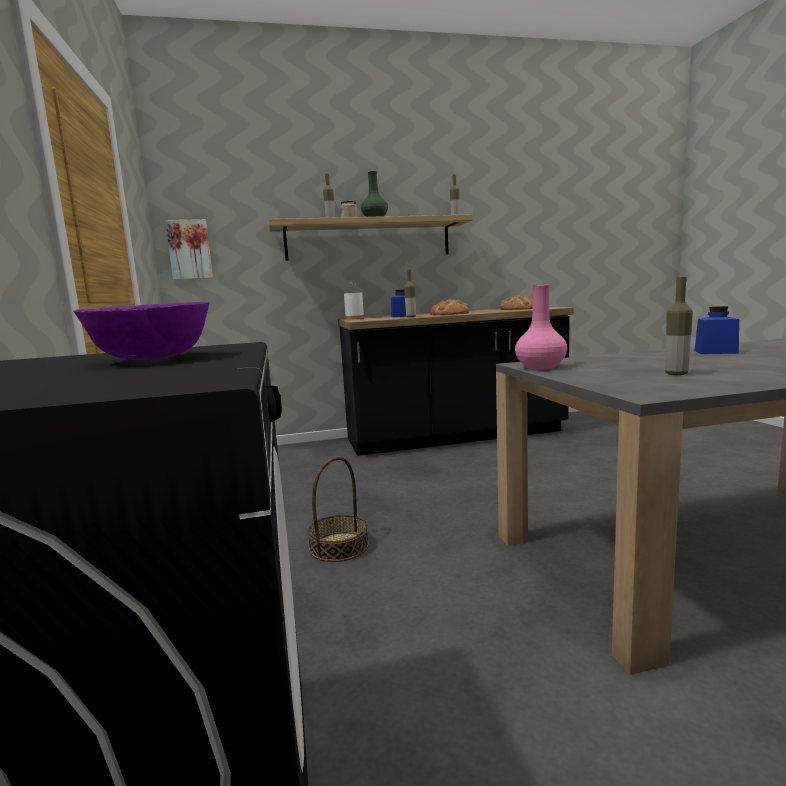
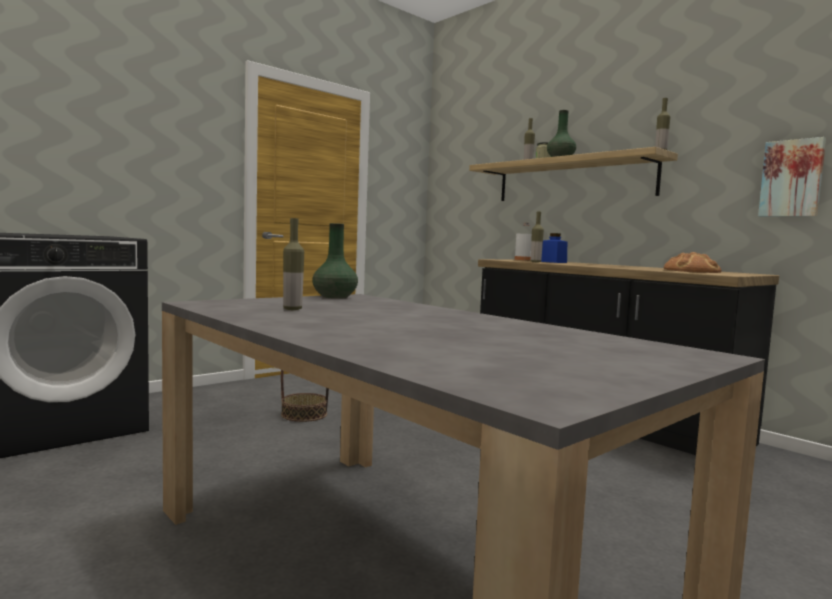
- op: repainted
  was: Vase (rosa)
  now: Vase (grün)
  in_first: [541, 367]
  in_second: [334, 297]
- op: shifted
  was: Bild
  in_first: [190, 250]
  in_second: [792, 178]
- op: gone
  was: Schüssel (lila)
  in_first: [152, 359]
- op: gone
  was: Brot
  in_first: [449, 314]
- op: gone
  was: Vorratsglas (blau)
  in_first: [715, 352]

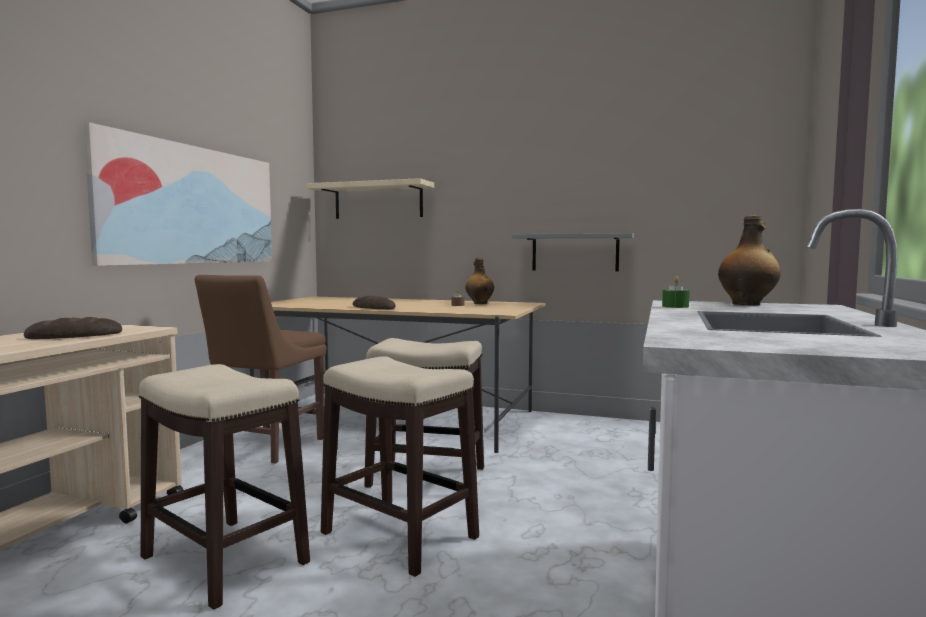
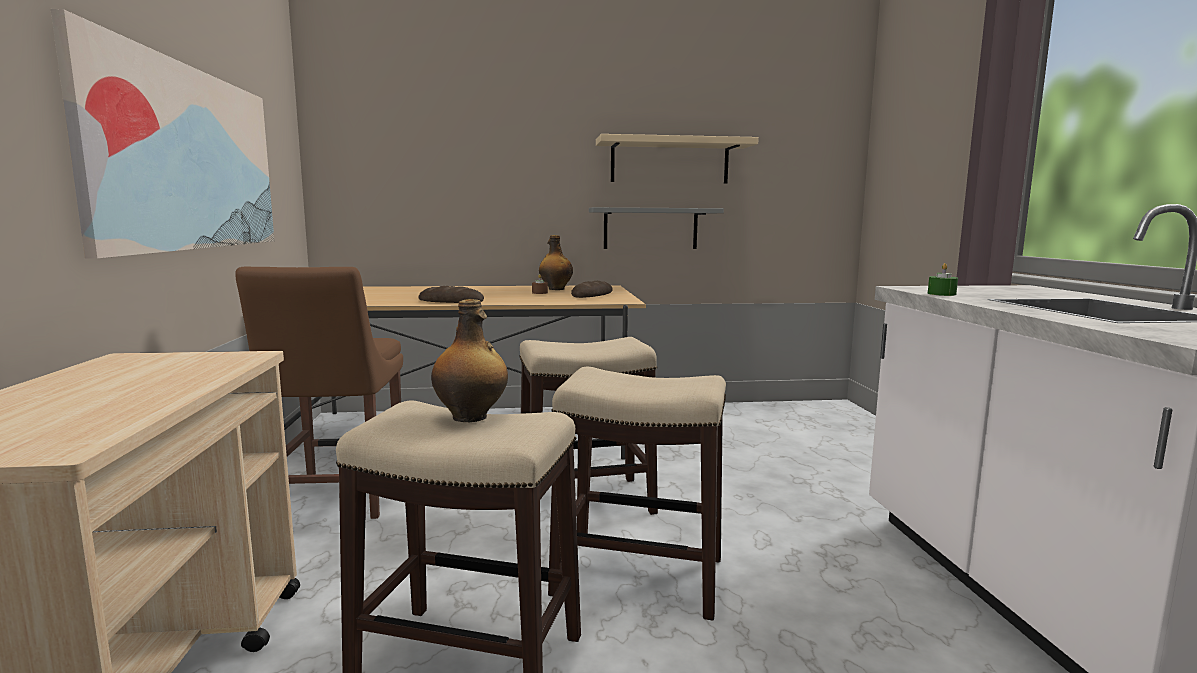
- op: shifted
  was: Flasche
  in_first: [747, 304]
  in_second: [471, 417]
- op: shifted
  was: Brot
  in_first: [75, 336]
  in_second: [592, 295]
- op: shifted
  was: Wandregal (beige)
  in_first: [378, 201]
  in_second: [669, 161]

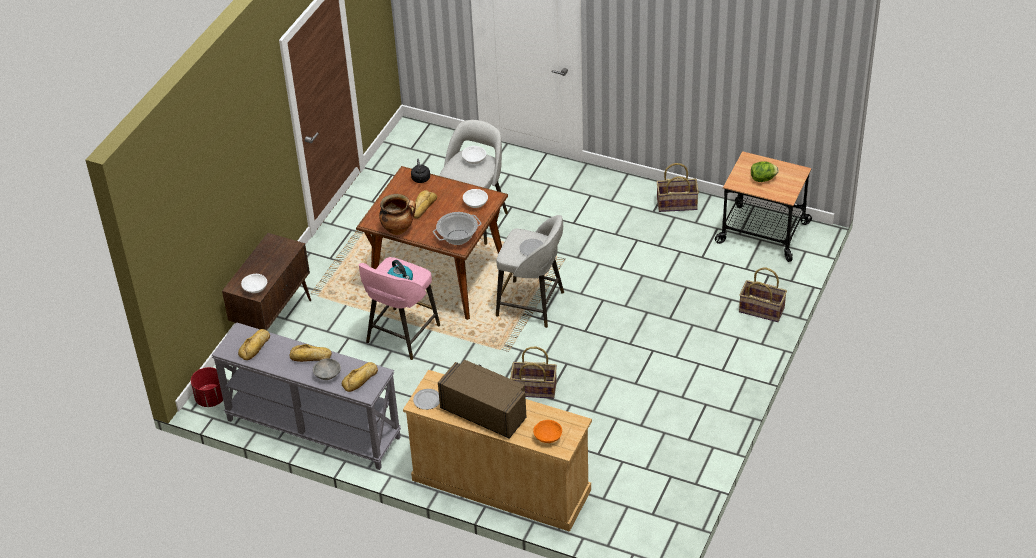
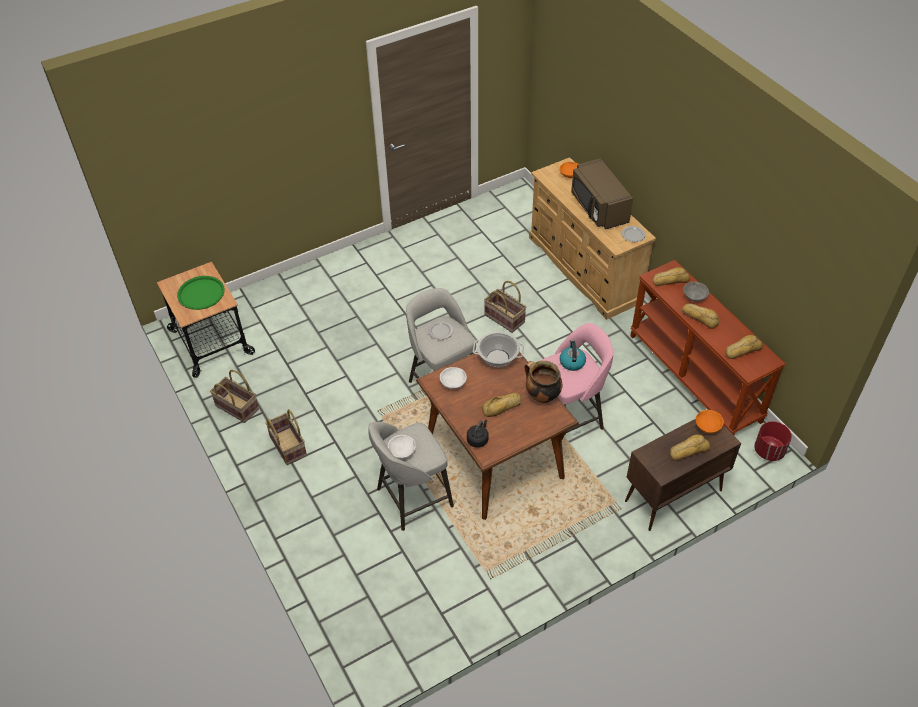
- op: swapped
  was: Salatkopf
  now: Tablett (grün)
  in_first: [763, 179]
  in_second: [201, 293]
- op: shifted
  was: Korb
  in_first: [762, 309]
  in_second: [287, 446]
- op: repainted
  was: Konsolentisch (grau)
  now: Konsolentisch (braun)
  in_first: [312, 429]
  in_second: [695, 377]
- op: new
  now: Brot
  in_second: [688, 450]
- op: repainted
  was: Schüssel (weiß)
  now: Schüssel (orange)
  in_first: [255, 289]
  in_second: [708, 426]

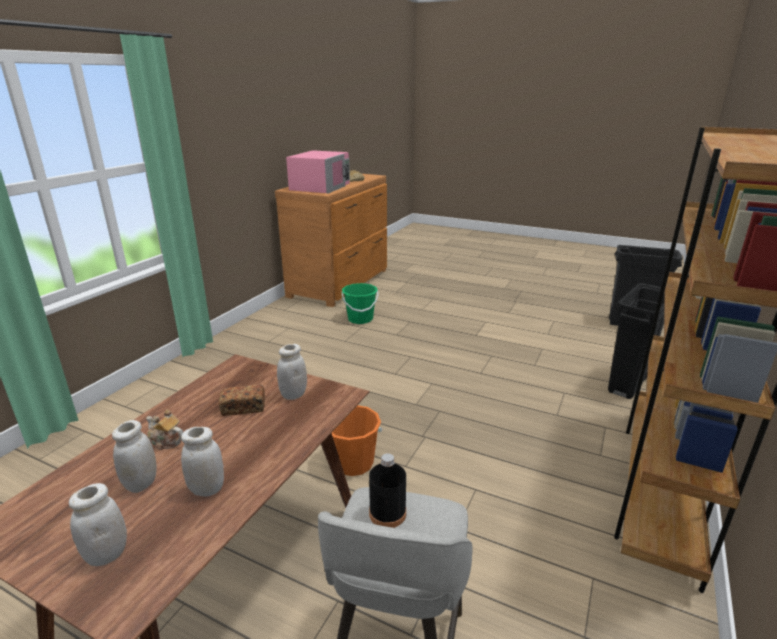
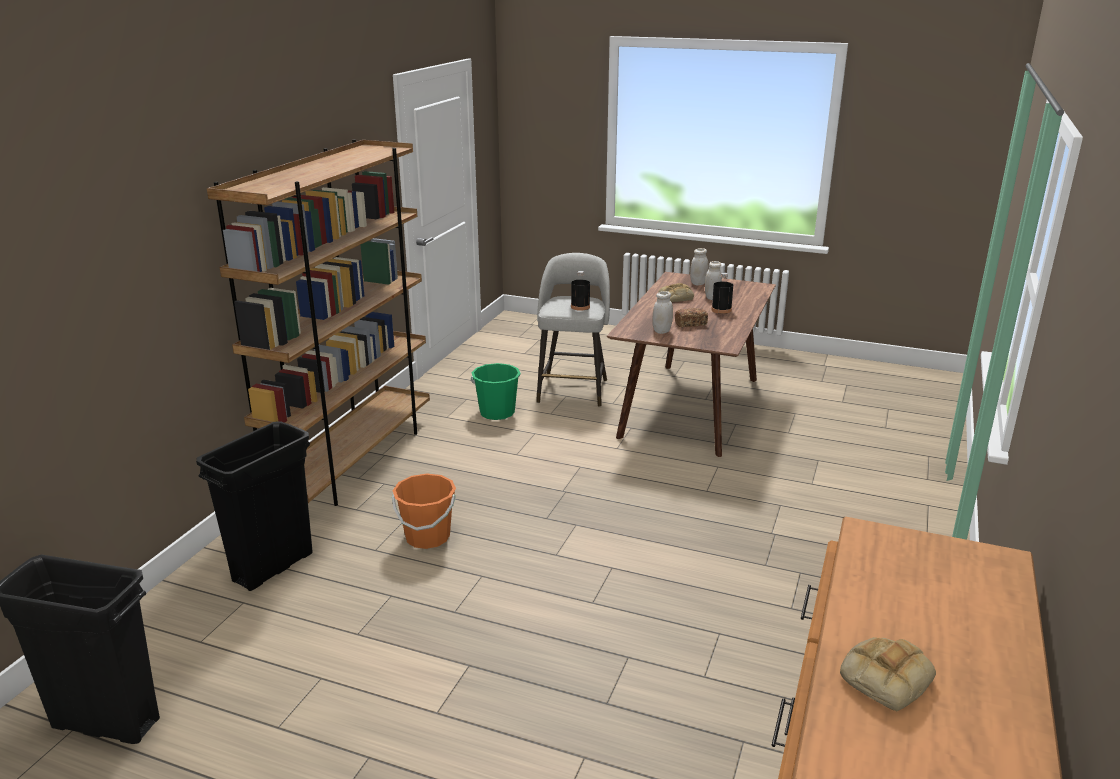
- op: shifted
  was: Eimer (orange)
  in_first: [353, 463]
  in_second: [427, 537]
- op: shifted
  was: Eimer (grün)
  in_first: [360, 319]
  in_second: [497, 413]
- op: swapped
  was: Vorratsglas (weiß)
  now: Brot
  in_first: [207, 489]
  in_second: [675, 297]
- op: swapped
  was: Teekanne
  now: Flasche (schwarz)
  in_first: [166, 441]
  in_second: [721, 310]
- op: gone
  was: Mikrowelle (rosa)
  in_first: [321, 186]

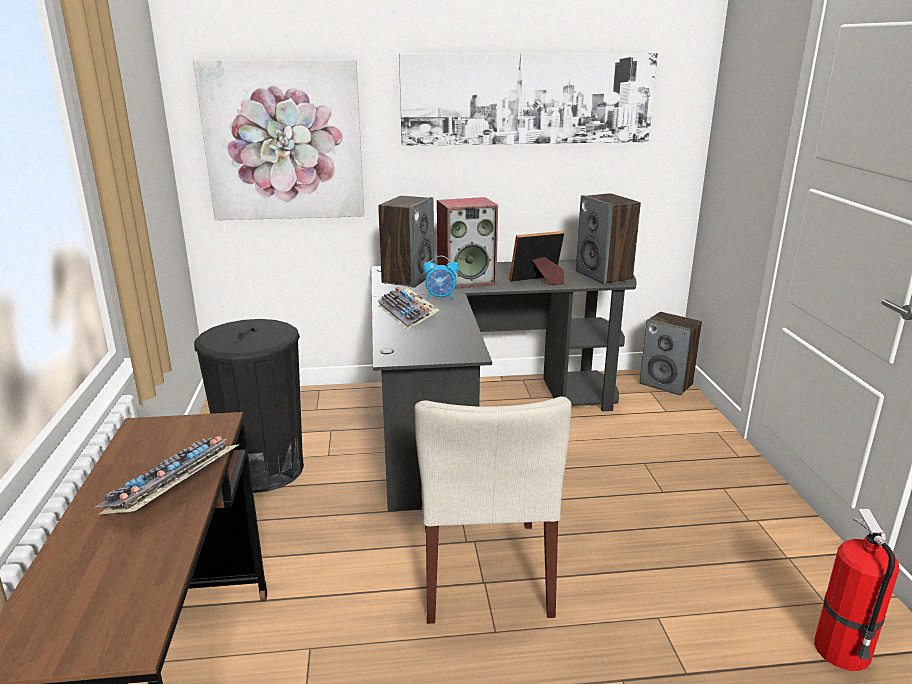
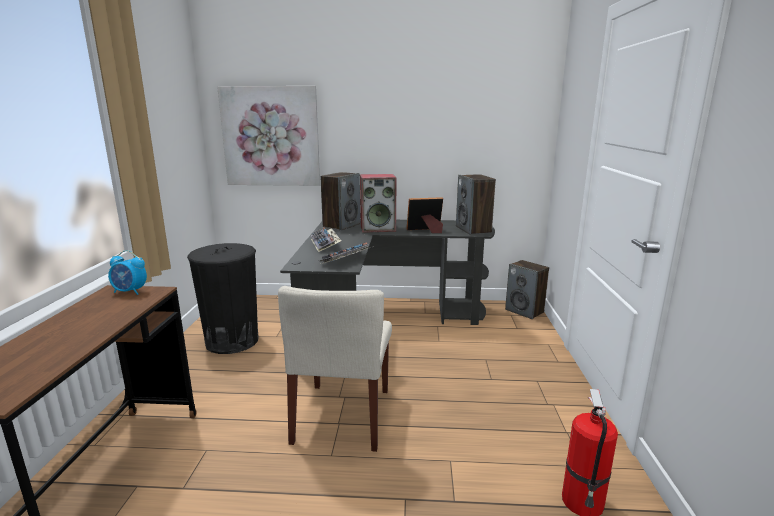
- op: shifted
  was: Wecker
  in_first: [441, 298]
  in_second: [130, 292]
- op: shifted
  was: Tastatur
  in_first: [173, 489]
  in_second: [347, 260]
- op: gone
  was: Bild
  in_first: [528, 99]

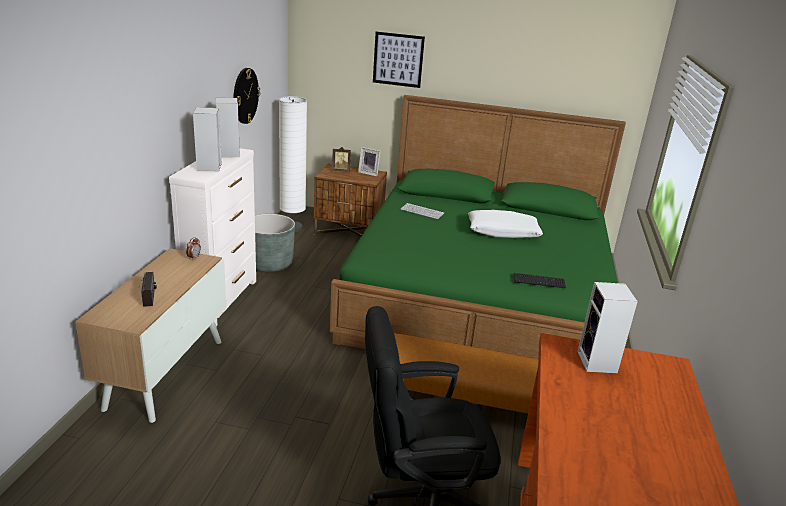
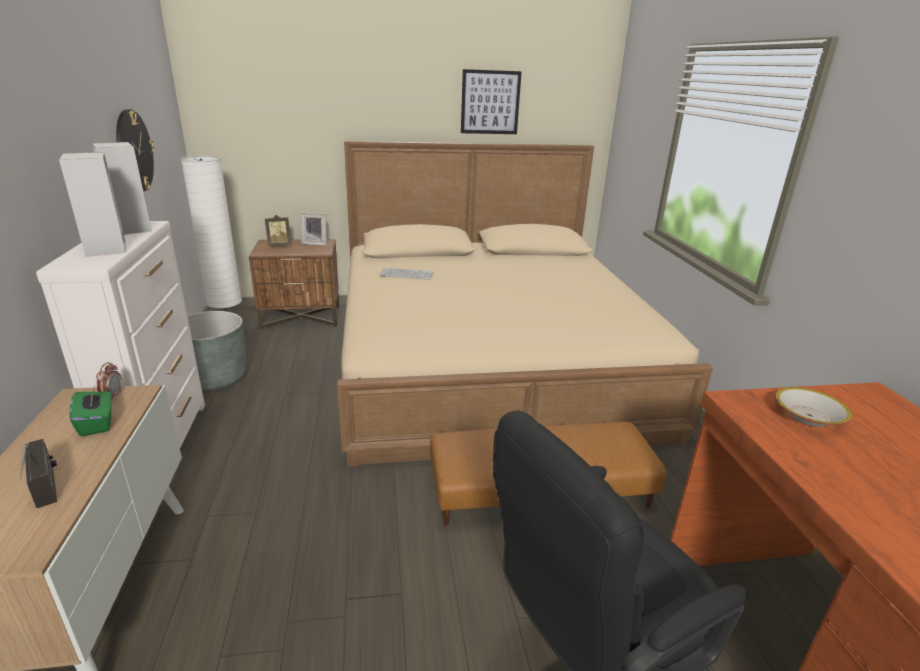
- op: new
  now: Taschentuchbox (grün)
  in_second: [97, 423]
- op: repainted
  was: Bett (grün)
  now: Bett (beige)
  in_first: [480, 295]
  in_second: [488, 361]
- op: shifted
  was: Bild
  in_first: [398, 59]
  in_second: [490, 102]
- op: swapped
  was: Lautsprecher
  now: Schüssel
  in_first: [598, 363]
  in_second: [809, 416]
- op: gone
  was: Kissen (weiß)
  in_first: [503, 232]
- op: gone
  was: Tastatur
  in_first: [539, 281]

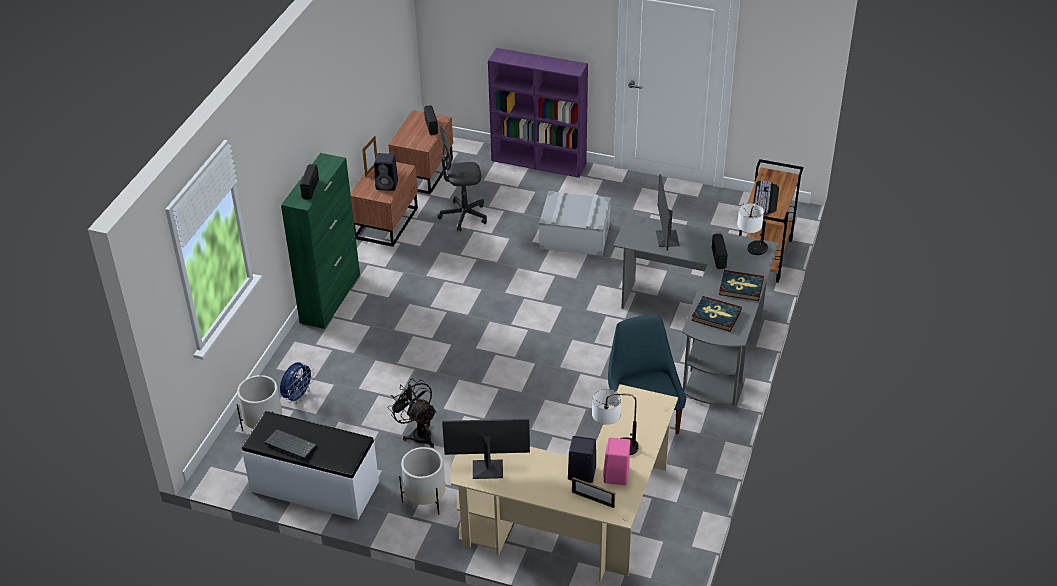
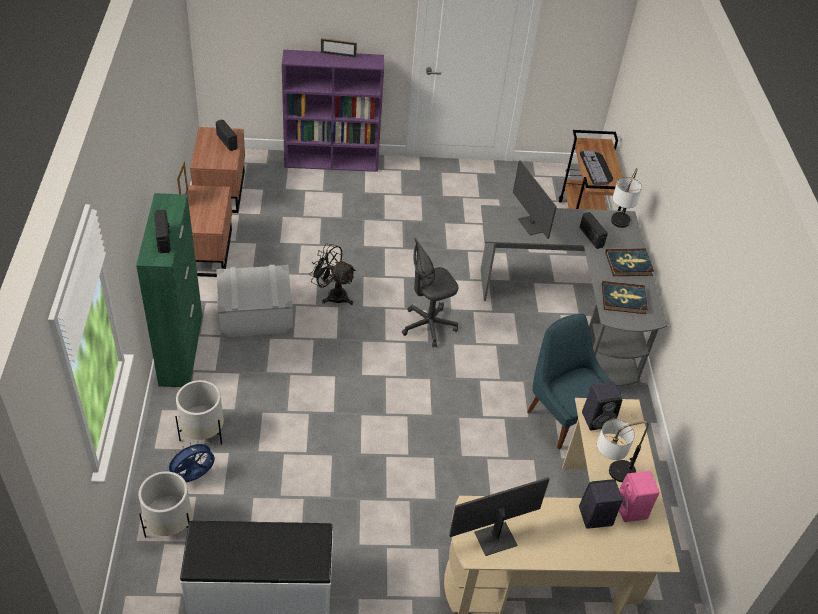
- op: rotated
  was: Ventilator (blau)
  in_first: [298, 396]
  in_second: [194, 477]
  clockwise: -135
- op: shifted
  was: Pflanzkübel (weiß)
  in_first: [425, 500]
  in_second: [203, 432]
- op: shifted
  was: Aufbewahrungsbox (grau)
  in_first: [574, 236]
  in_second: [255, 314]
- op: shifted
  was: Ventilator (schwarz)
  in_first: [418, 433]
  in_second: [333, 295]
- op: shifted
  was: Bilderrahmen
  in_first: [593, 499]
  in_second: [338, 55]
- op: shifted
  was: Bürostuhl (grau)
  in_first: [463, 216]
  in_second: [428, 326]
- op: shifted
  was: Lautsprecher (schwarz)
  in_first: [387, 185]
  in_second: [598, 419]
- op: gone
  was: Tastatur
  in_first: [289, 445]

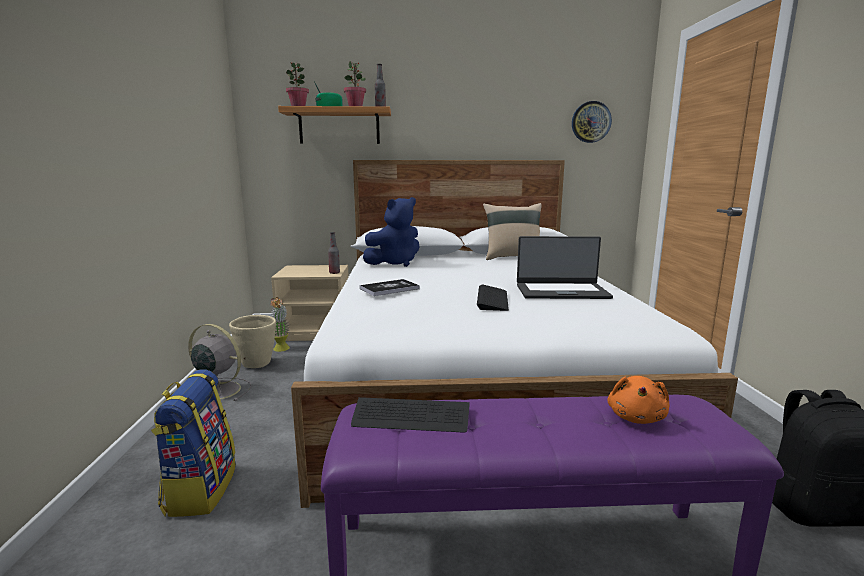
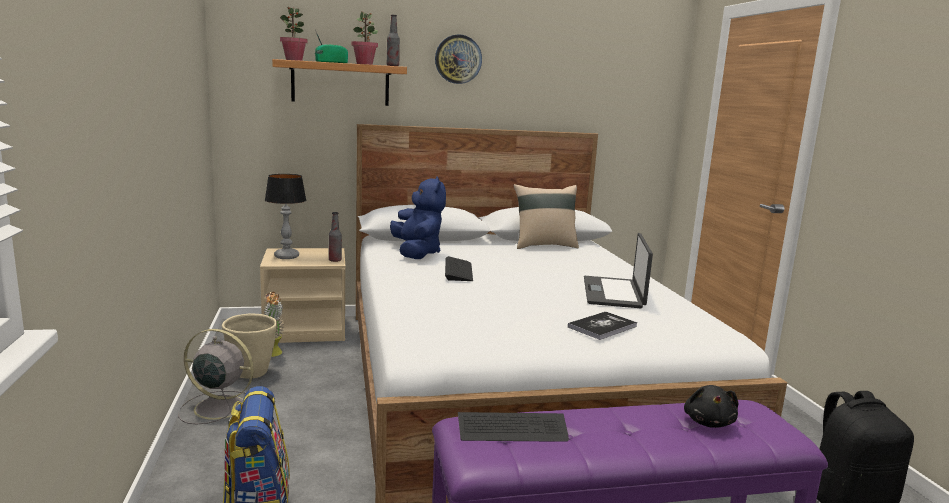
- op: new
  now: Tischlampe
  in_second: [286, 256]
- op: rotated
  was: Plüschtier (blau)
  in_first: [395, 263]
  in_second: [417, 253]
  clockwise: -60
- op: shifted
  was: Wanduhr
  in_first: [591, 122]
  in_second: [458, 59]
- op: shifted
  was: Tastatur
  in_first: [492, 299]
  in_second: [458, 271]
- op: shifted
  was: Buch
  in_first: [389, 289]
  in_second: [602, 327]
- op: rotated
  was: Laptop
  in_first: [561, 291]
  in_second: [614, 293]
  clockwise: 105
- op: repainted
  was: Plüschtier (orange)
  now: Plüschtier (schwarz)
  in_first: [636, 417]
  in_second: [708, 422]

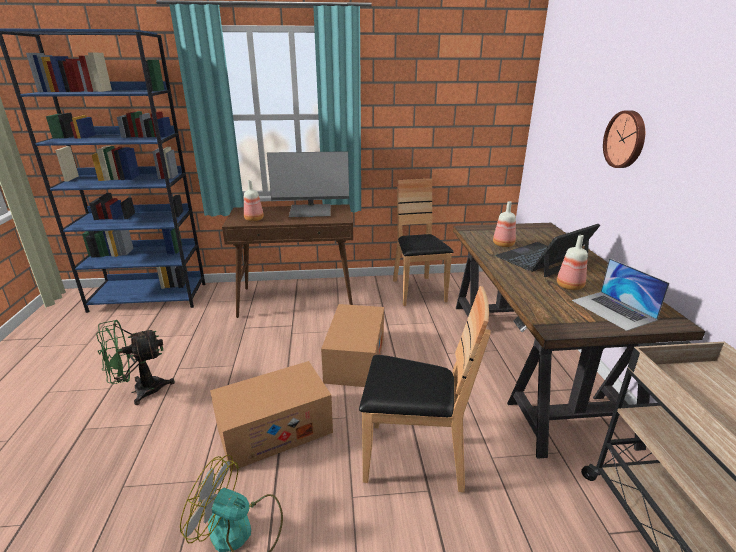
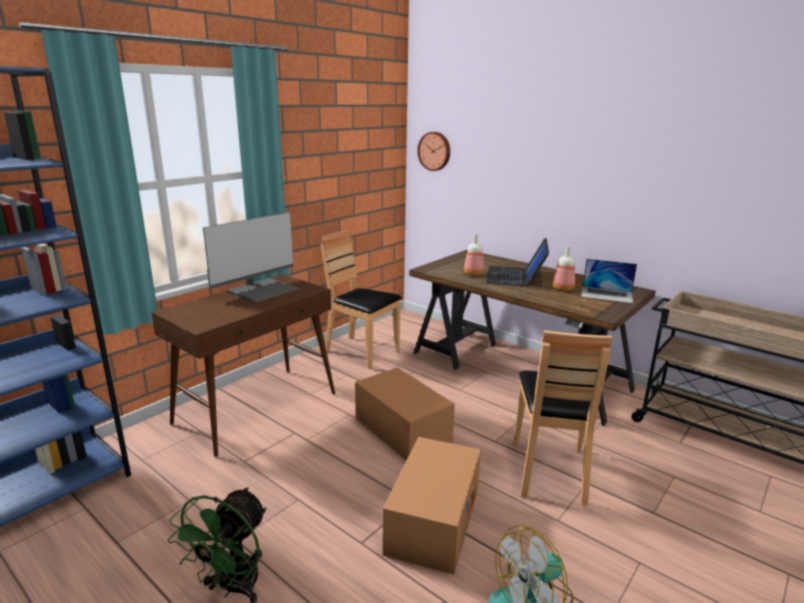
- op: shifted
  was: Wanduhr
  in_first: [626, 139]
  in_second: [435, 151]
- op: rotated
  was: Stuhl (braun)
  in_first: [413, 458]
  in_second: [550, 470]
  clockwise: 135
- op: gone
  was: Flasche
  in_first: [254, 219]

